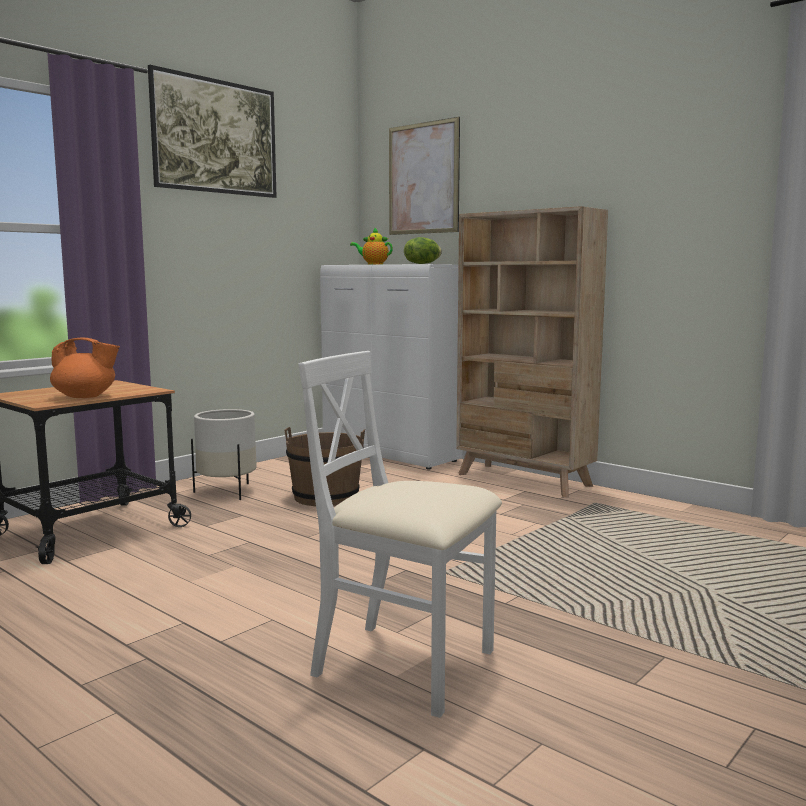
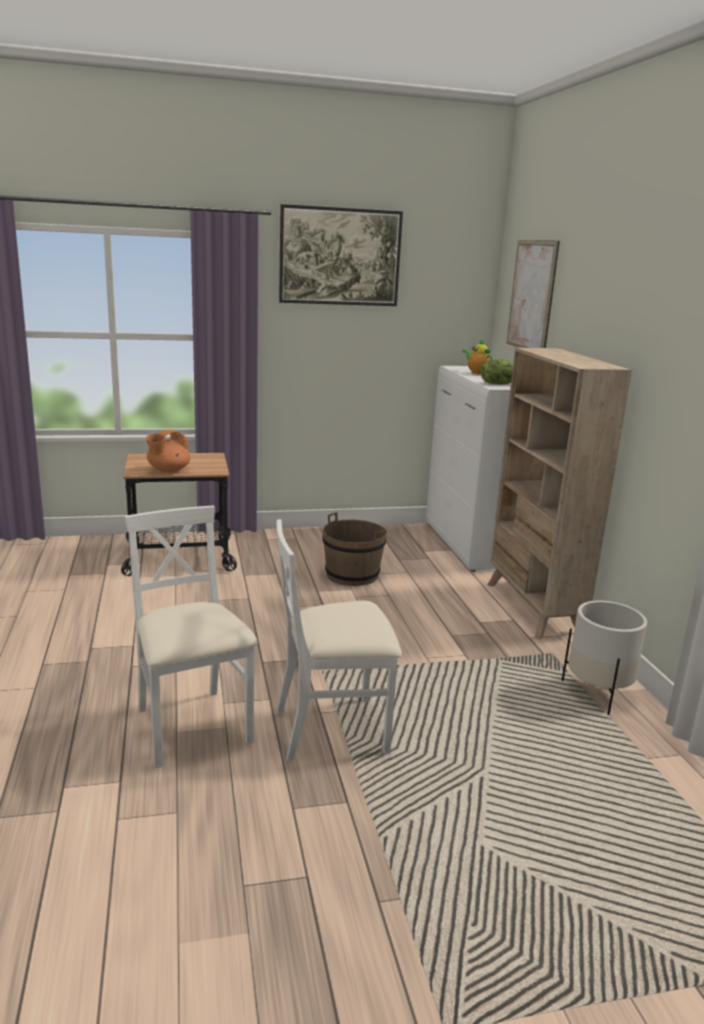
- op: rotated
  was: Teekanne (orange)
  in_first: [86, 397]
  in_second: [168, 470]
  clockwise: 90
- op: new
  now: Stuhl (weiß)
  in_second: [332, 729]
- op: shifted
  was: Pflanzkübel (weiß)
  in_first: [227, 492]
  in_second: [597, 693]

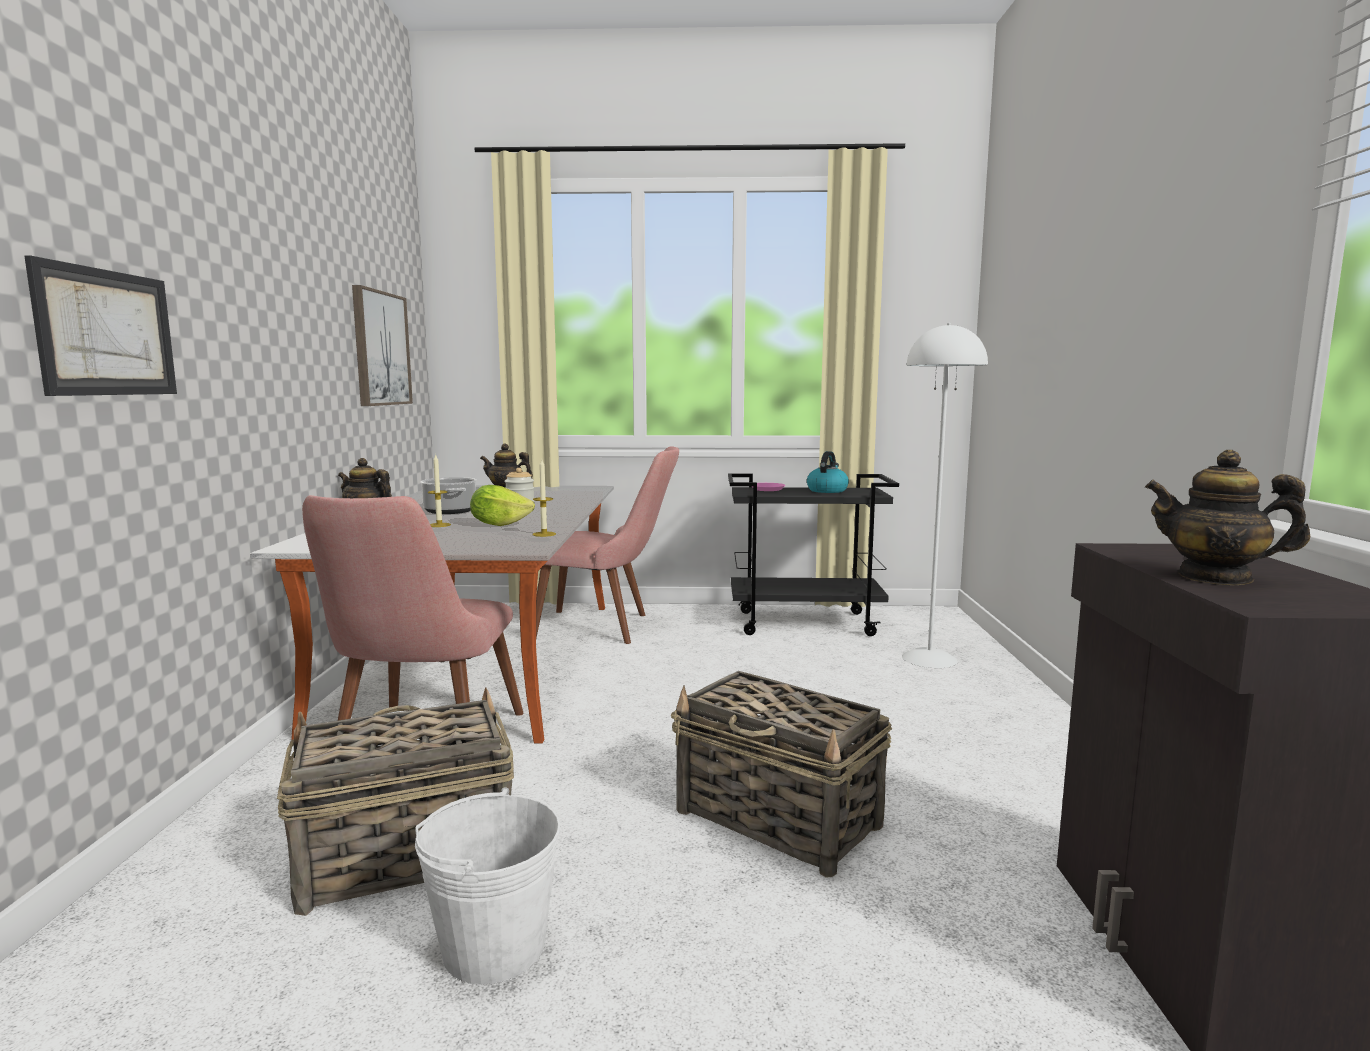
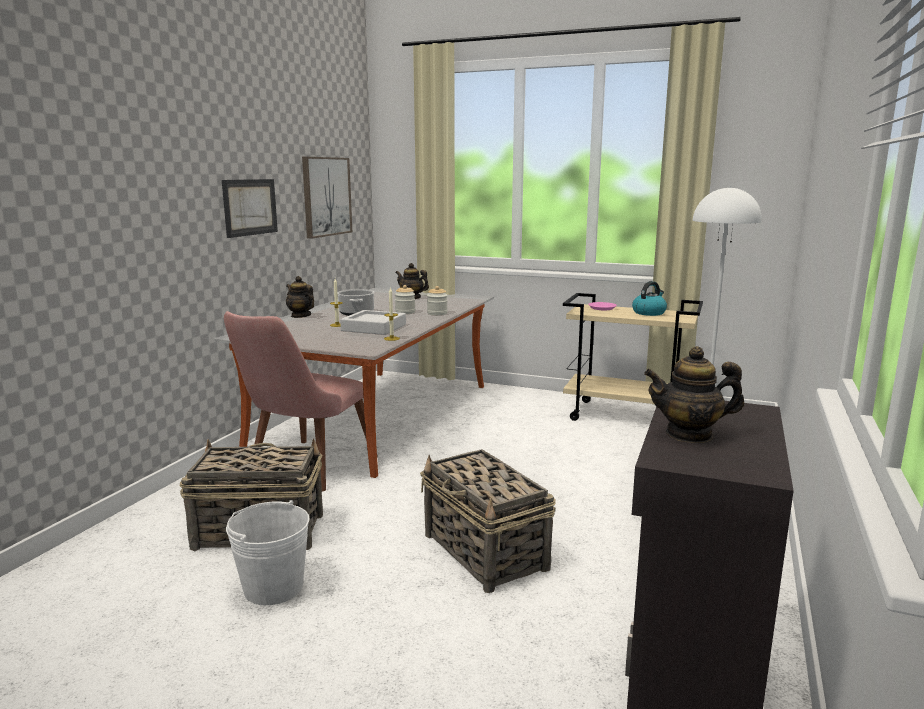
- op: shifted
  was: Bild
  in_first: [106, 333]
  in_second: [250, 207]
- op: swapped
  was: Salatkopf
  now: Tablett (grau)
  in_first: [499, 524]
  in_second: [374, 327]
- op: new
  now: Vorratsglas
  in_second: [437, 313]
- op: repainted
  was: Rollwagen (schwarz)
  now: Rollwagen (beige)
  in_first: [806, 623]
  in_second: [626, 416]
- op: rotated
  was: Teekanne
  in_first: [1215, 577]
  in_second: [689, 434]
  clockwise: -45
- op: gone
  was: Stuhl (rosa)
  in_first: [608, 627]

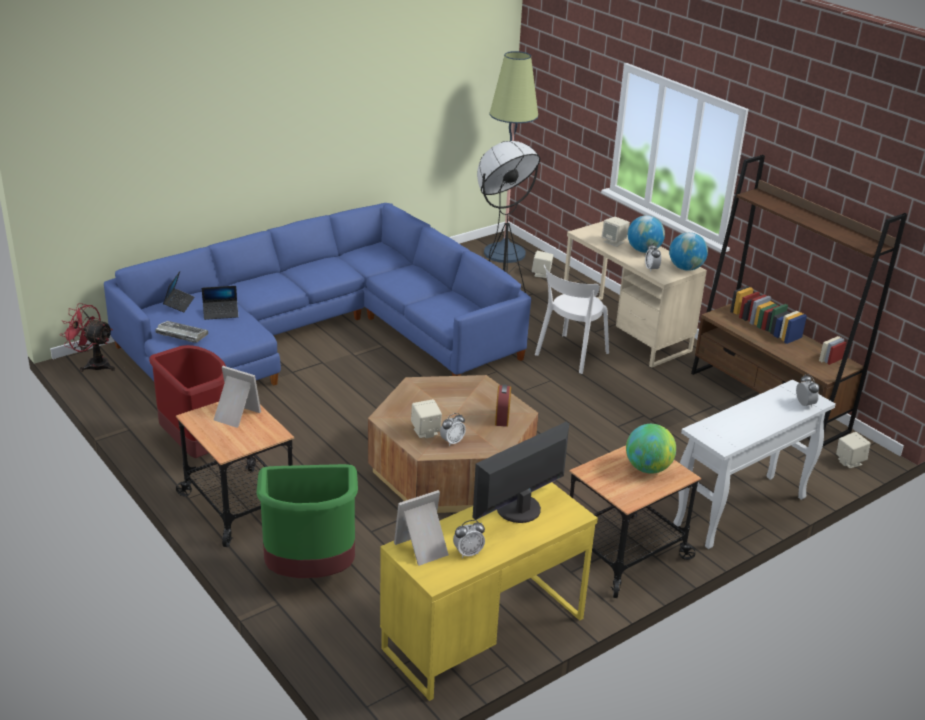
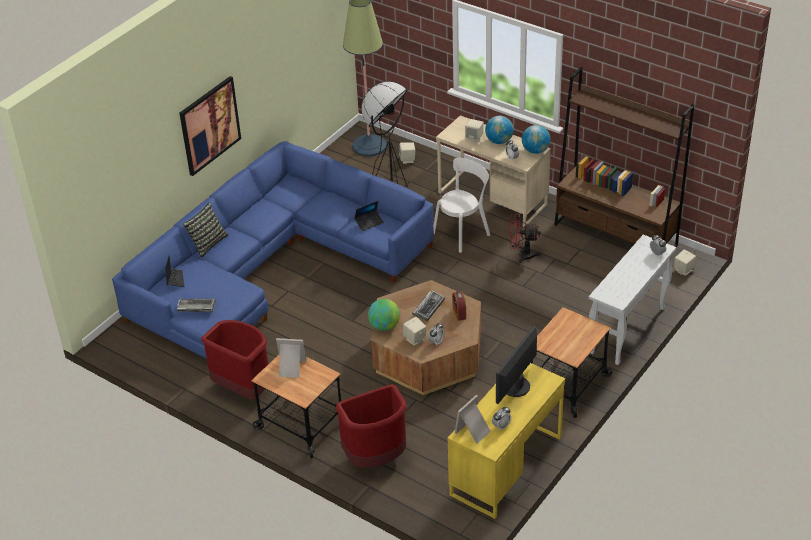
- op: new
  now: Bild
  in_second: [209, 125]
- op: new
  now: Kissen
  in_second: [207, 243]
- op: repainted
  was: Mülleimer (grün)
  now: Mülleimer (rot)
  in_first: [311, 571]
  in_second: [376, 457]
- op: shifted
  was: Laptop
  in_first: [221, 313]
  in_second: [369, 222]
- op: shifted
  was: Globus
  in_first: [648, 468]
  in_second: [384, 326]
- op: new
  now: Tastatur
  in_second: [428, 307]
- op: rotated
  was: Stuhl (weiß)
  in_first: [570, 355]
  in_second: [463, 232]
  clockwise: -150
- op: shifted
  was: Ventilator (rot)
  in_first: [93, 364]
  in_second: [522, 255]

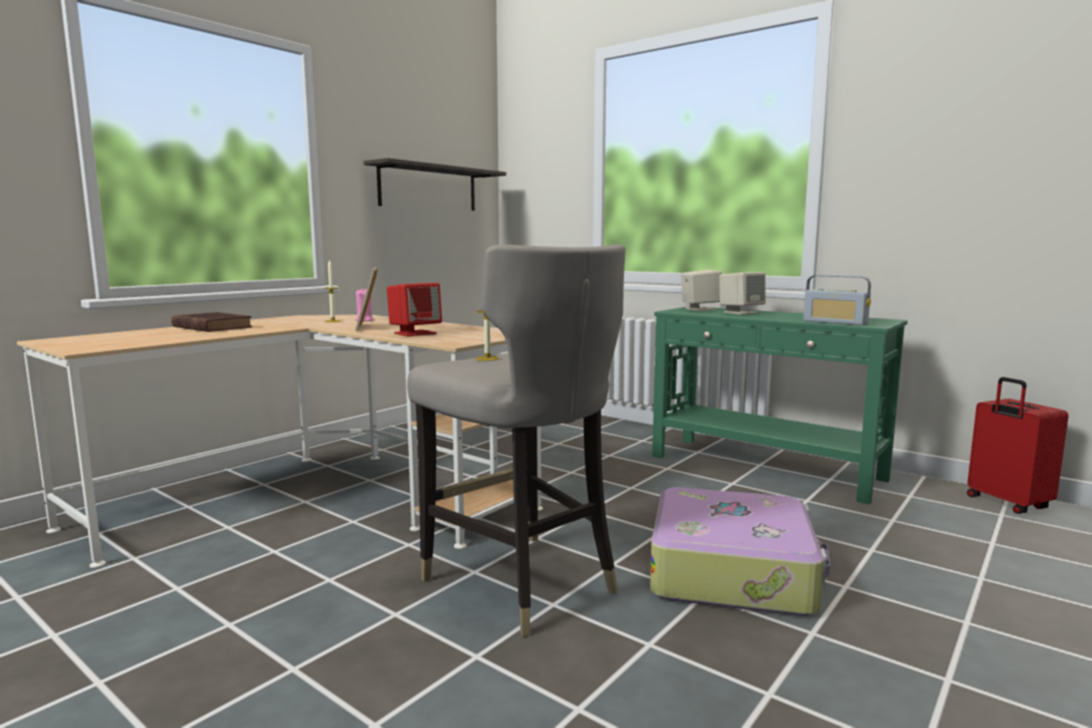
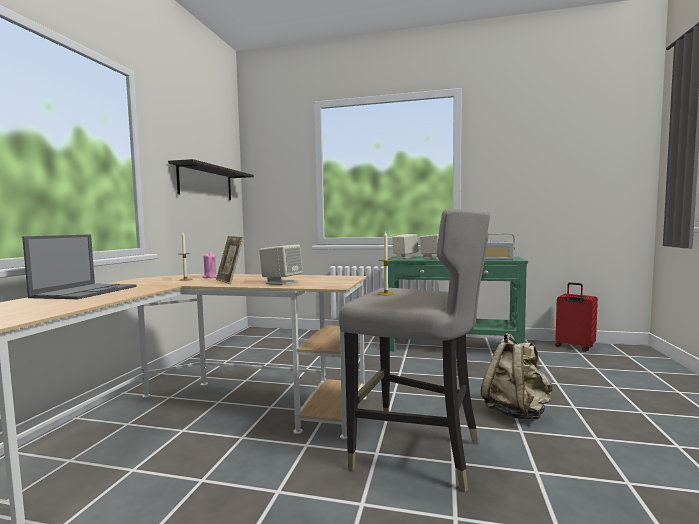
- op: swapped
  was: Buch (braun)
  now: Laptop
  in_first: [211, 327]
  in_second: [86, 291]
- op: repainted
  was: Lautsprecher (rot)
  now: Lautsprecher (beige)
  in_first: [415, 333]
  in_second: [281, 282]
- op: swapped
  was: Koffer
  now: Rucksack (beige)
  in_first: [733, 571]
  in_second: [516, 412]

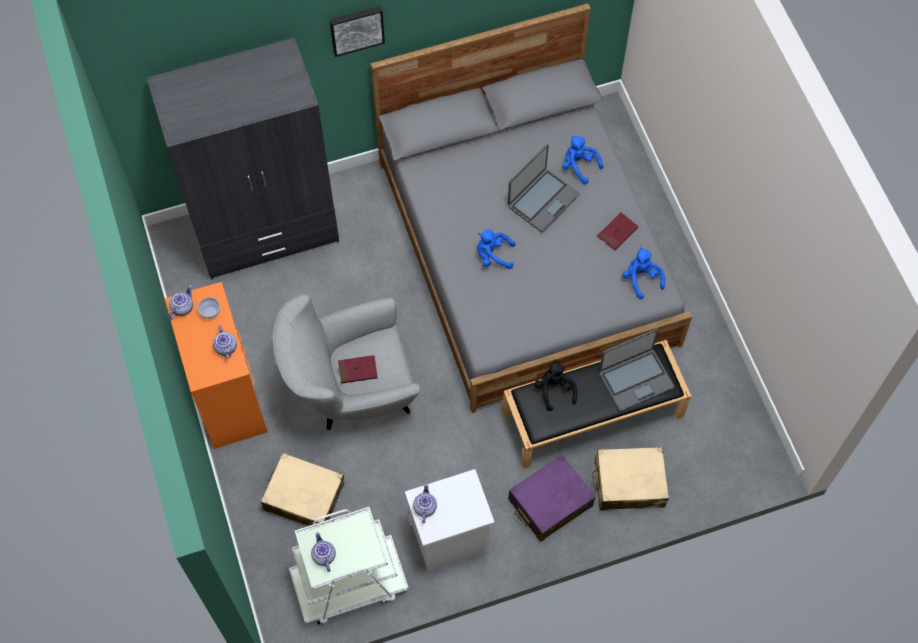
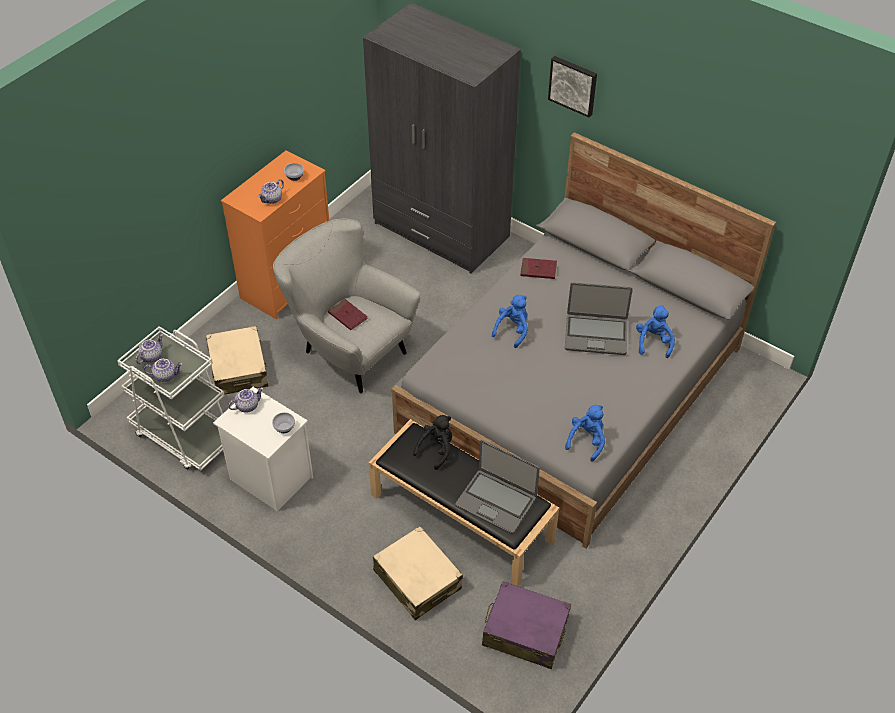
- op: shifted
  was: Teekanne
  in_first: [182, 307]
  in_second: [165, 375]
- op: new
  now: Schüssel
  in_second: [284, 428]
- op: shifted
  was: Koffer (lila)
  in_first: [550, 503]
  in_second: [525, 632]
- op: rotated
  was: Plüschtier (blau)
  in_first: [493, 256]
  in_second: [512, 330]
  clockwise: 60
- op: shifted
  was: Buch (rot)
  in_first: [617, 232]
  in_second: [538, 270]

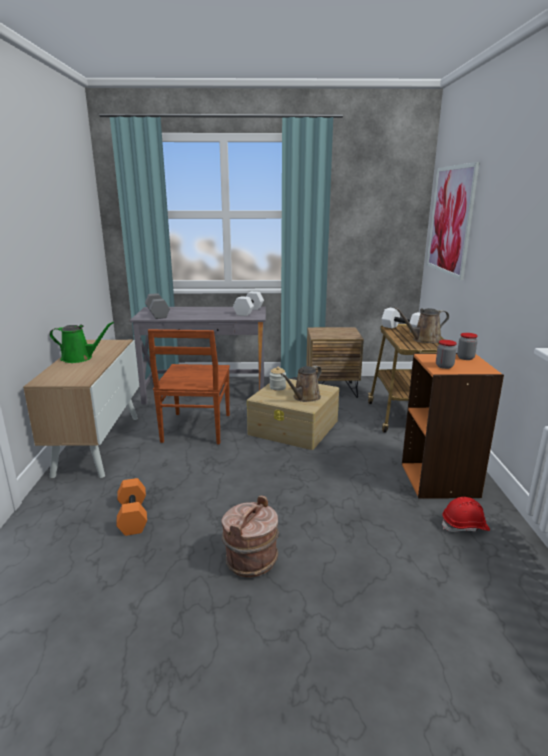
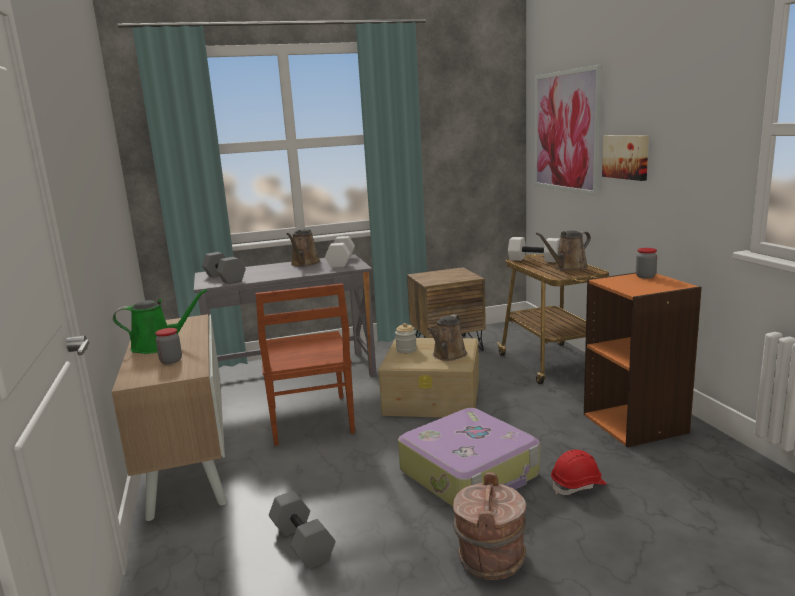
- op: shifted
  was: Vorratsglas
  in_first: [444, 366]
  in_second: [171, 361]
- op: repainted
  was: Hantel (orange)
  now: Hantel (grau)
  in_first: [132, 516]
  in_second: [301, 543]
- op: new
  now: Gießkanne (braun)
  in_second: [304, 264]
- op: new
  now: Koffer
  in_second: [470, 473]
- op: shifted
  was: Schutzhelm (rot)
  in_first: [465, 526]
  in_second: [578, 485]
- op: new
  now: Bild
  in_second: [626, 157]

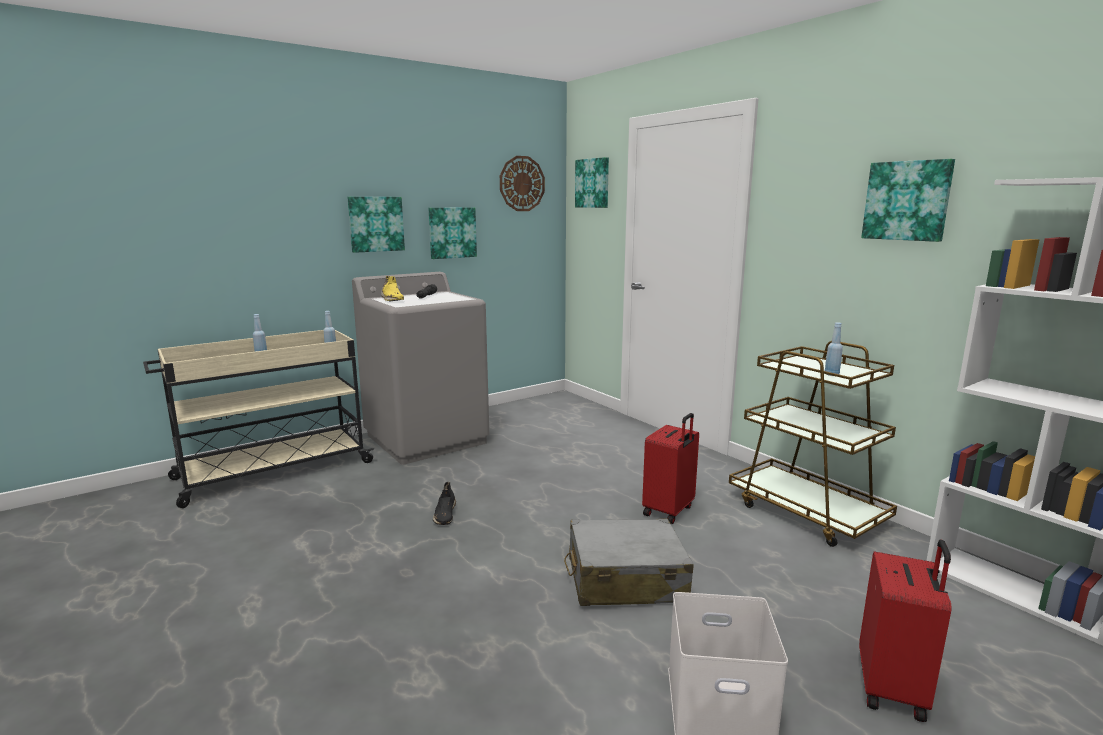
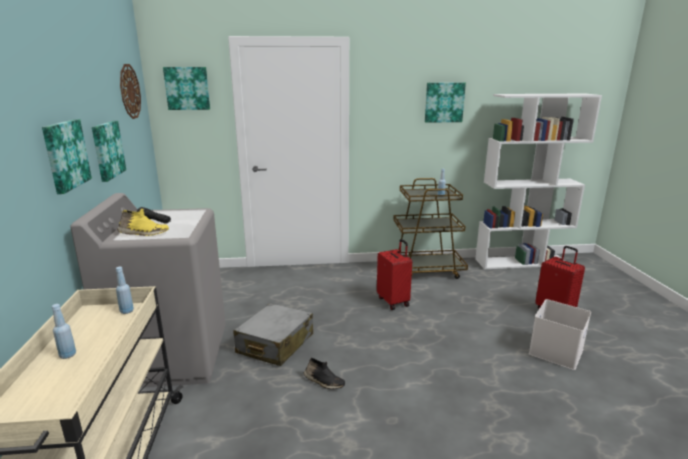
- op: shifted
  was: Koffer (grau)
  in_first: [625, 579]
  in_second: [275, 344]

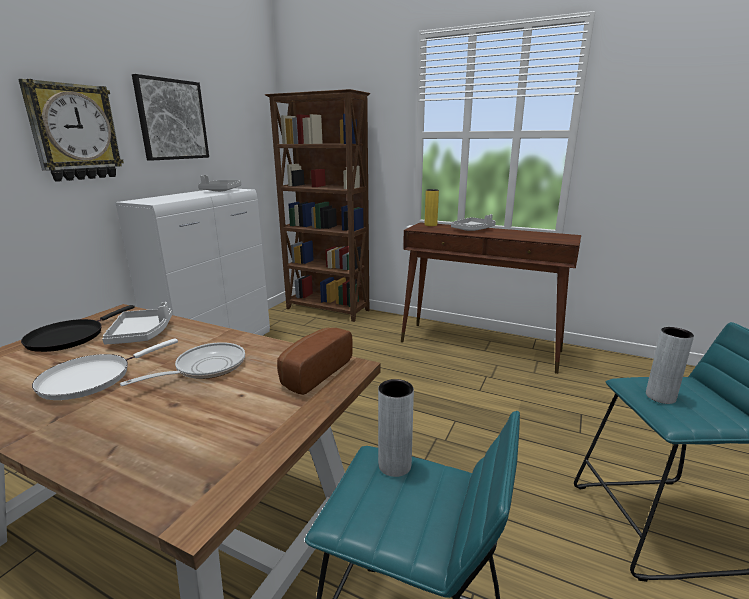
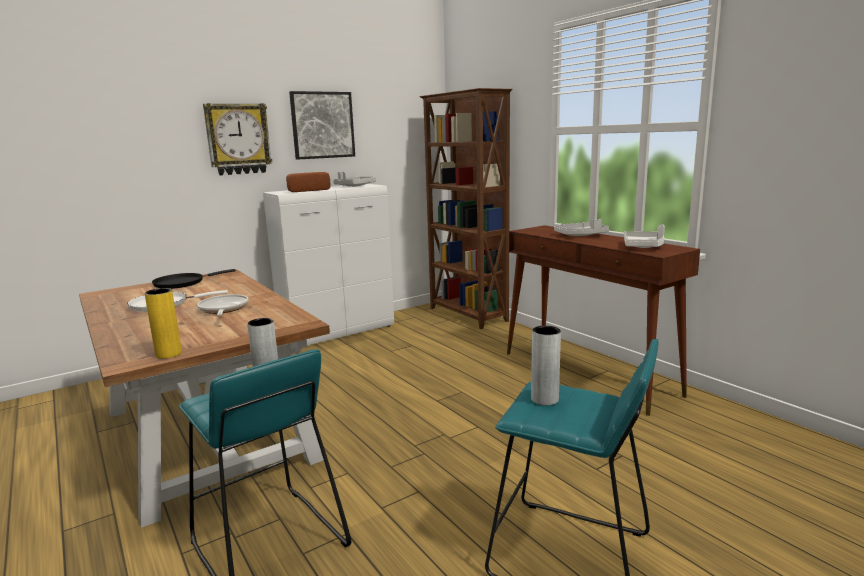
- op: shifted
  was: Vase (gelb)
  in_first: [430, 225]
  in_second: [169, 354]
- op: rotated
  was: Pfanne
  in_first: [205, 368]
  in_second: [223, 309]
  clockwise: -90
- op: shifted
  was: Brot
  in_first: [313, 373]
  in_second: [307, 190]
- op: shifted
  was: Tablett (weiß)
  in_first: [142, 334]
  in_second: [643, 246]

